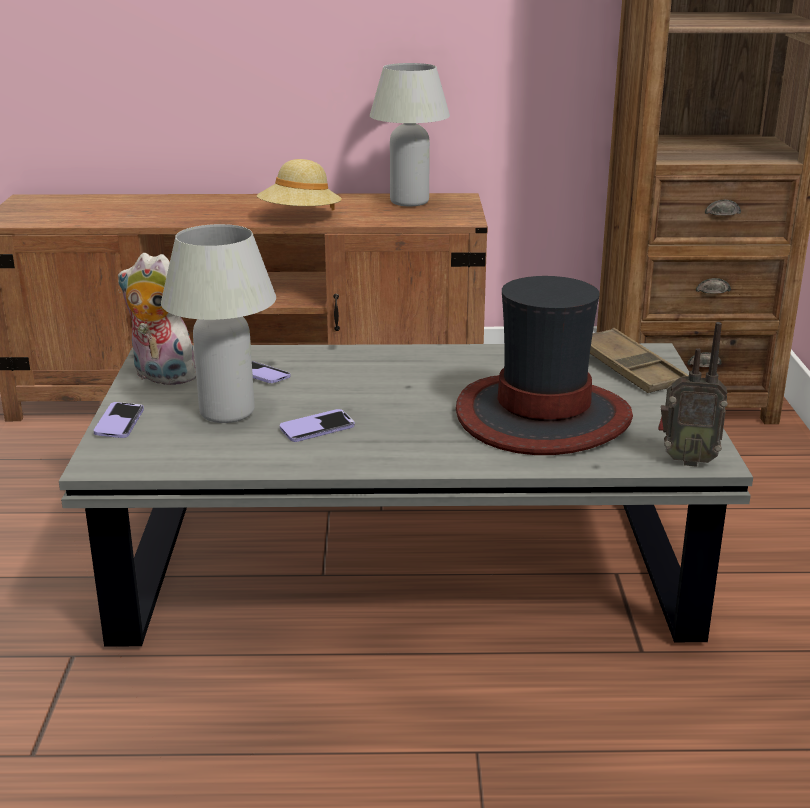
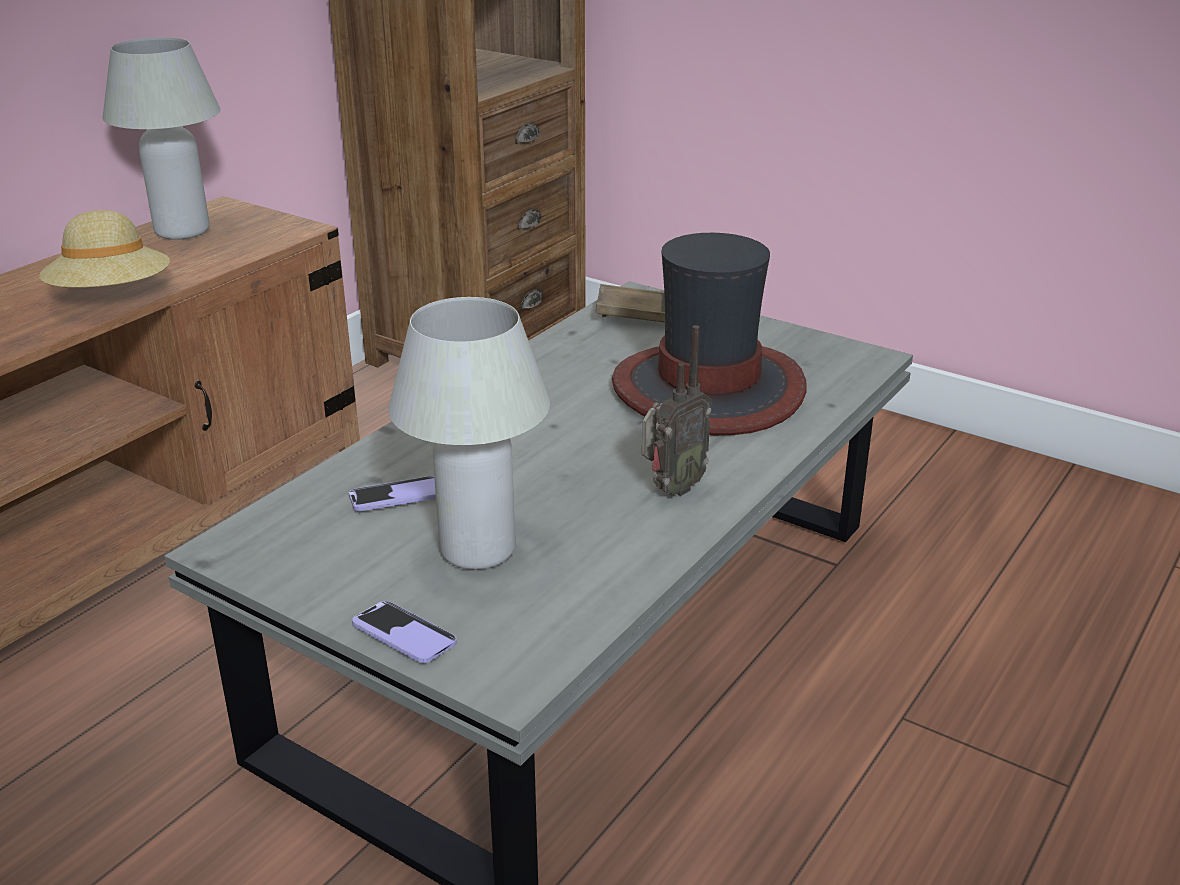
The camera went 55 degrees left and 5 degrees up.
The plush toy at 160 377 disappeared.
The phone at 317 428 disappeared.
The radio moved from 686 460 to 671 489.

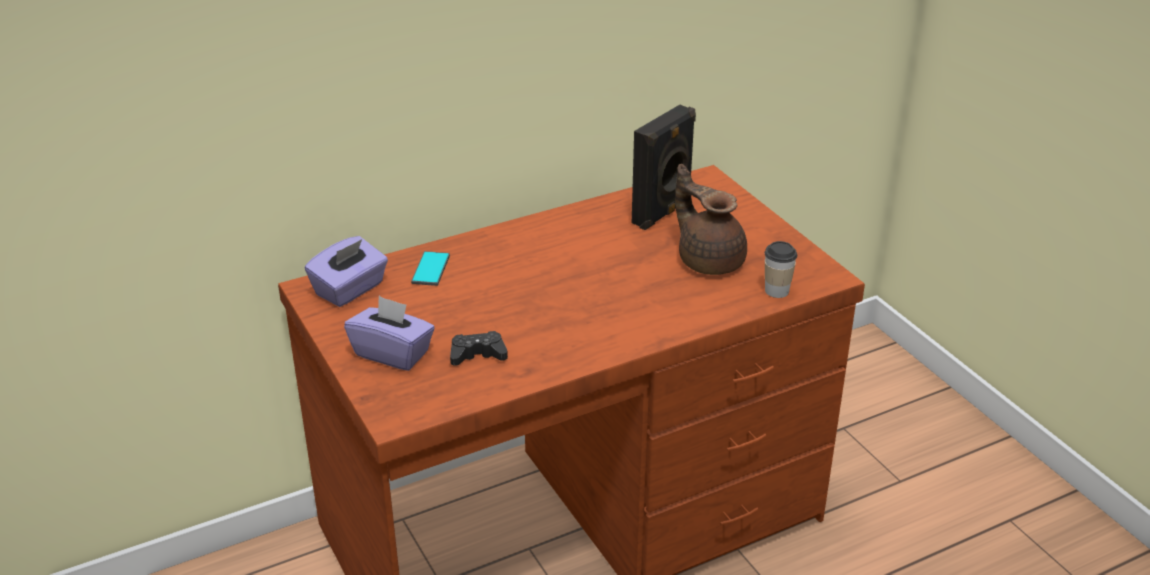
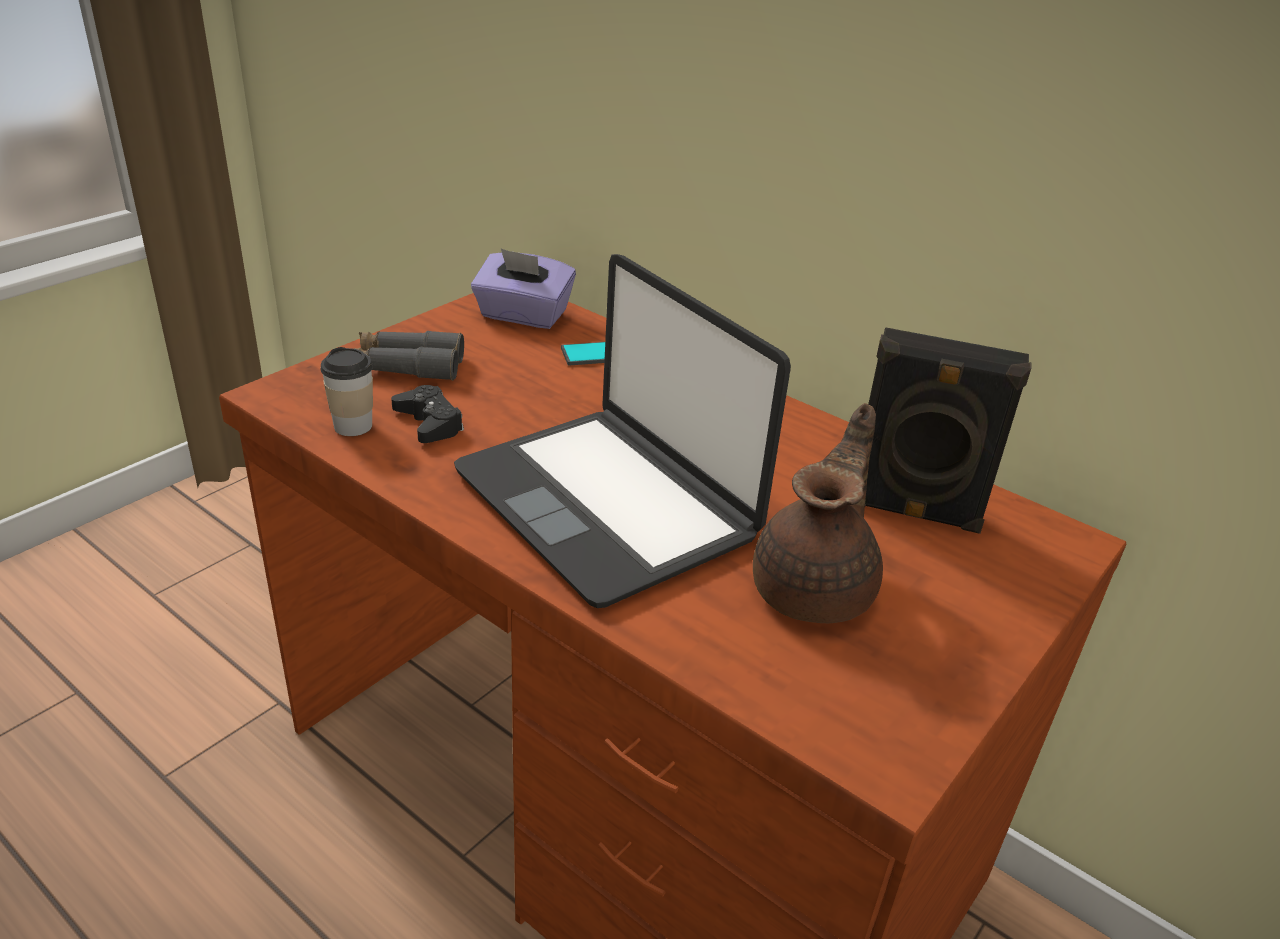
The camera went 65 degrees right and 0 degrees up.
The tissue box (purple) at 392 353 was replaced by the binoculars (grey) at 406 366.
The cup moved from 777 291 to 353 426.
The laptop at 608 503 appeared.

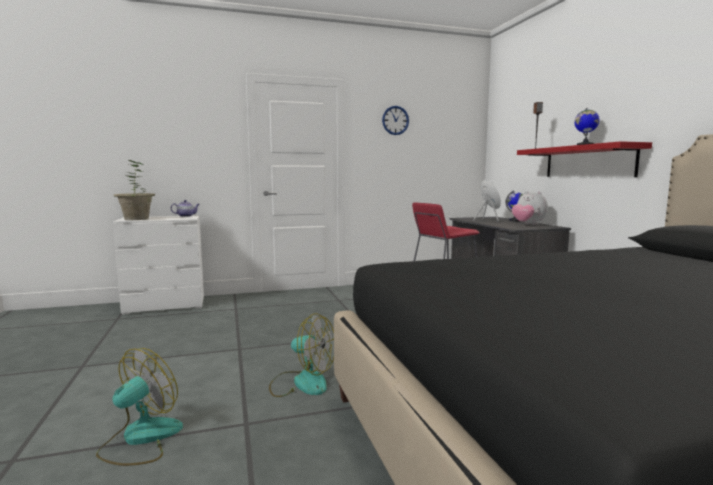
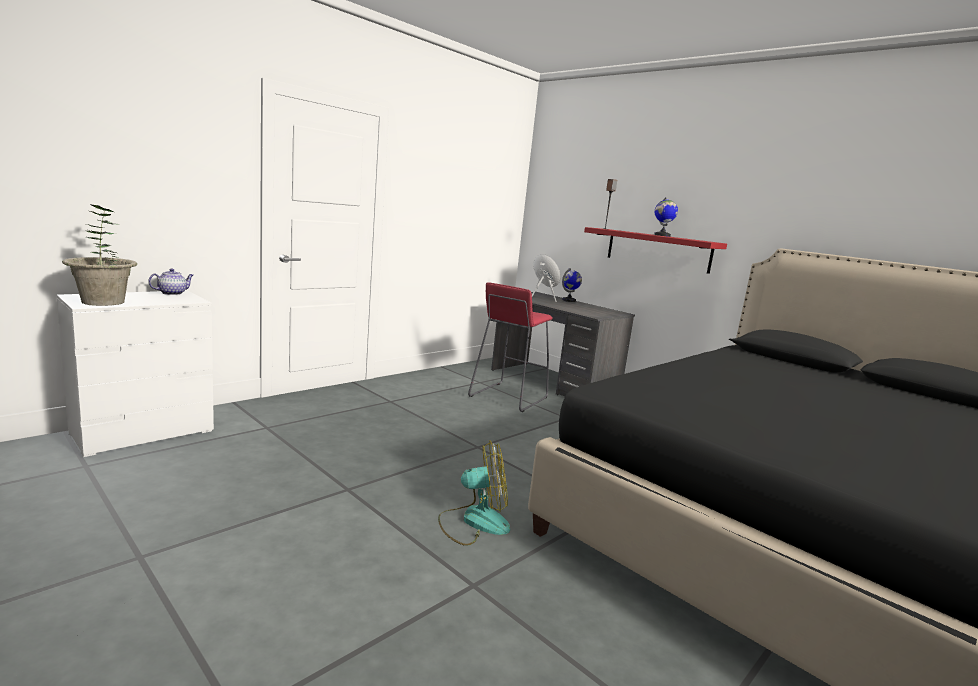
The camera went 30 degrees left and 5 degrees up.
The fan at 140 439 disappeared.
The wall clock at 395 120 disappeared.
The plush toy at 528 224 disappeared.

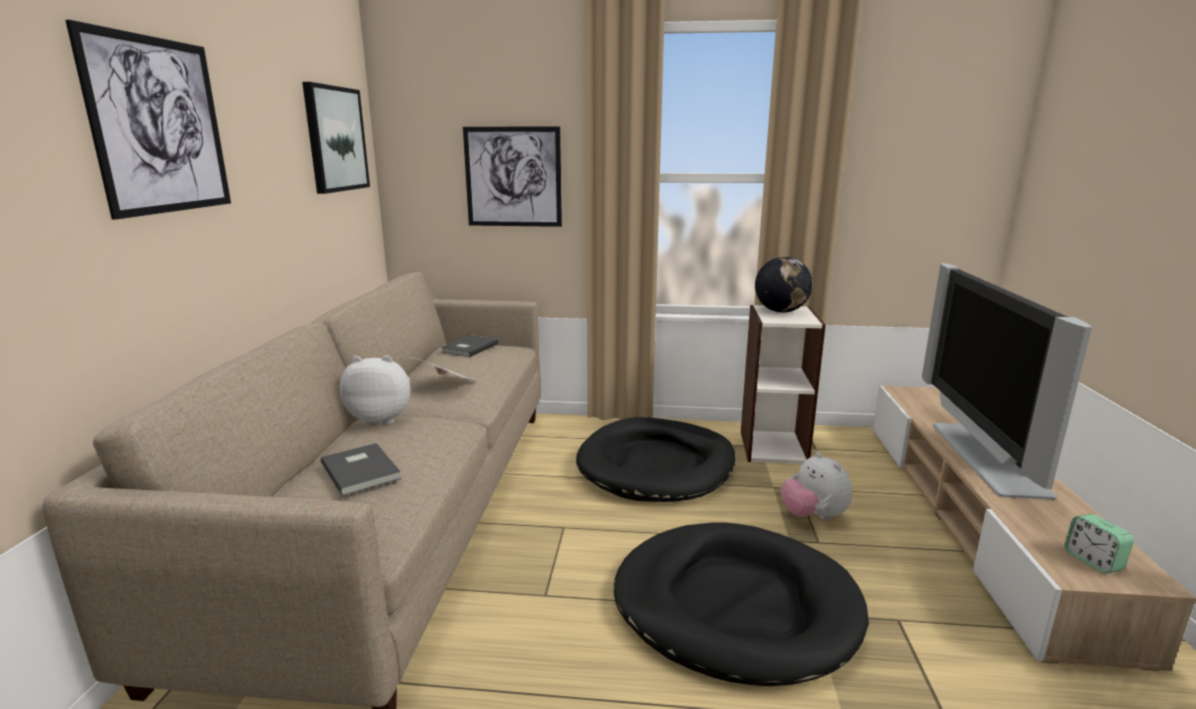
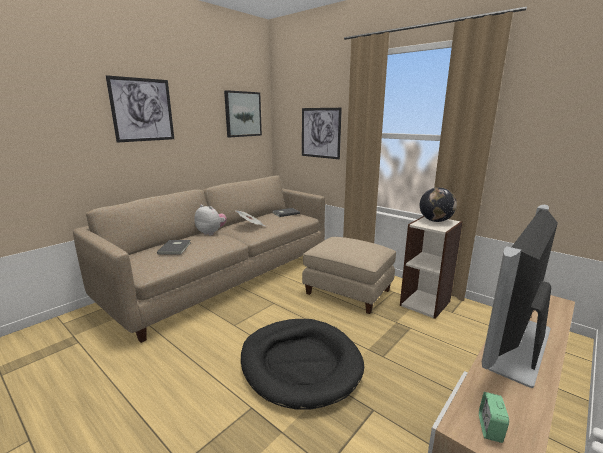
The camera went 35 degrees right and 0 degrees up.
The dog bed (black) at 656 465 was replaced by the ottoman (beige) at 348 292.
The plush toy at 813 516 disappeared.

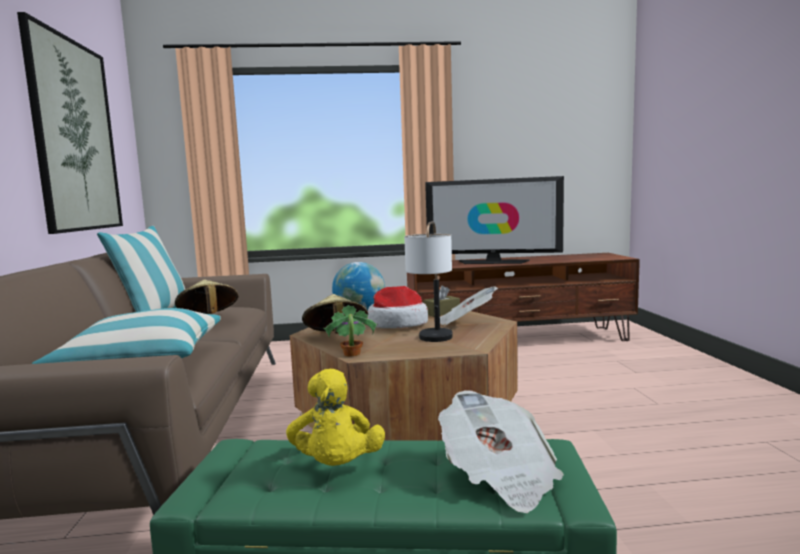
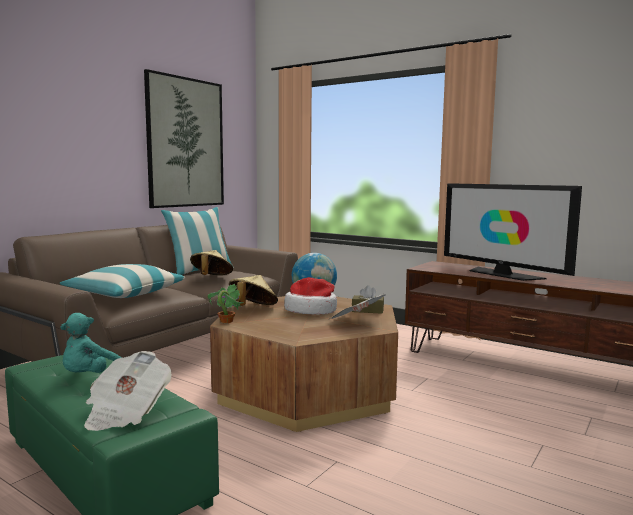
The camera went 40 degrees right and 0 degrees up.
The plush toy (yellow) at 336 466 became the plush toy (turquoise) at 91 376.
The table lamp at 433 342 disappeared.

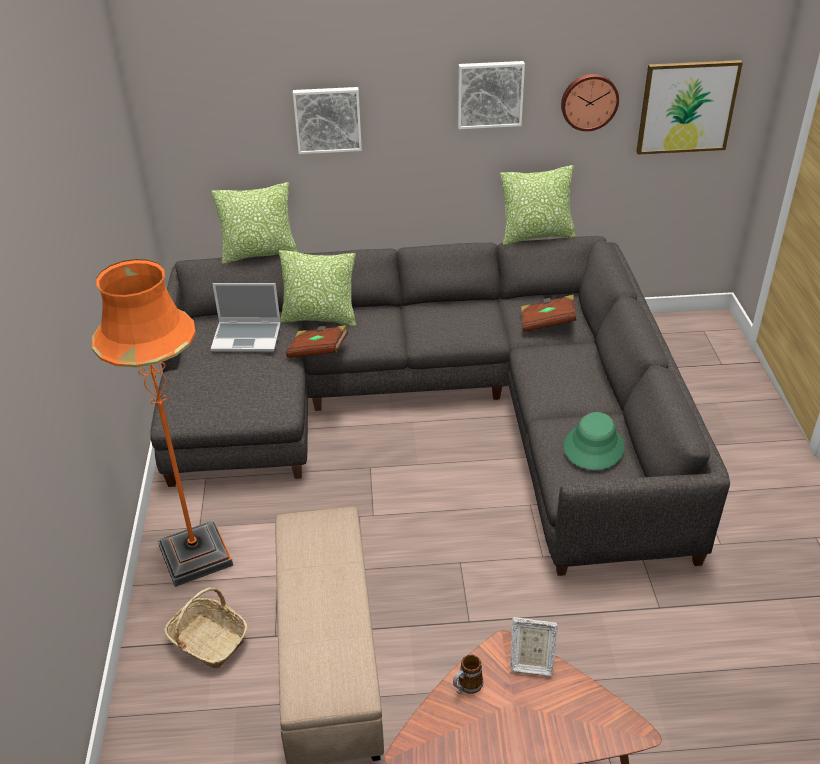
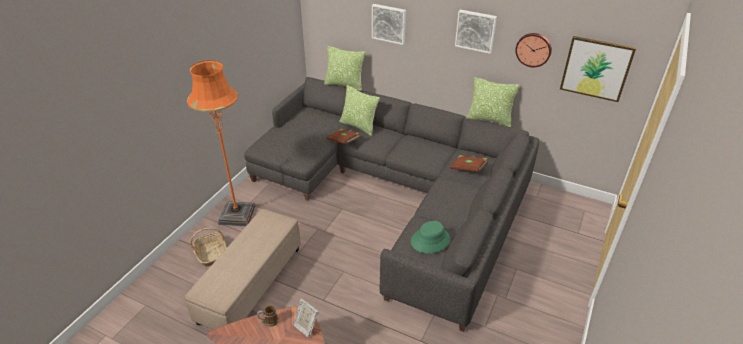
The camera went 30 degrees right and 0 degrees up.
The laptop at 248 337 disappeared.

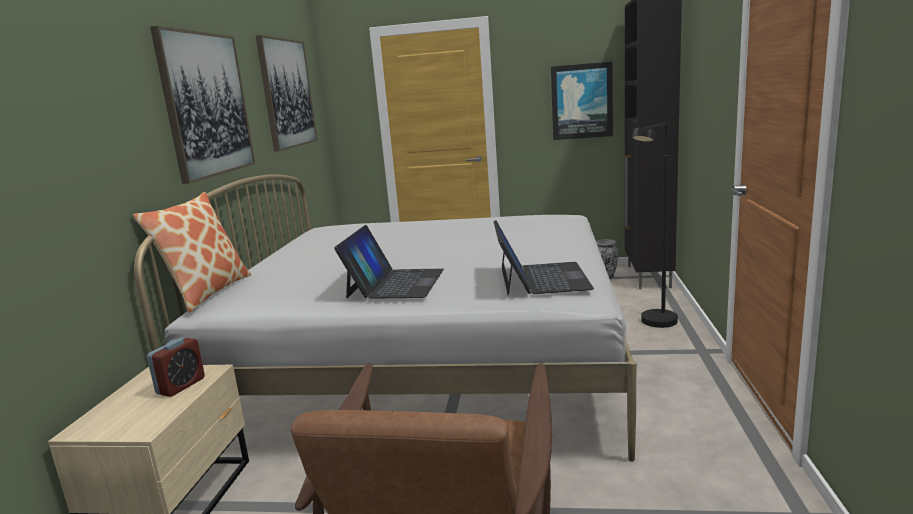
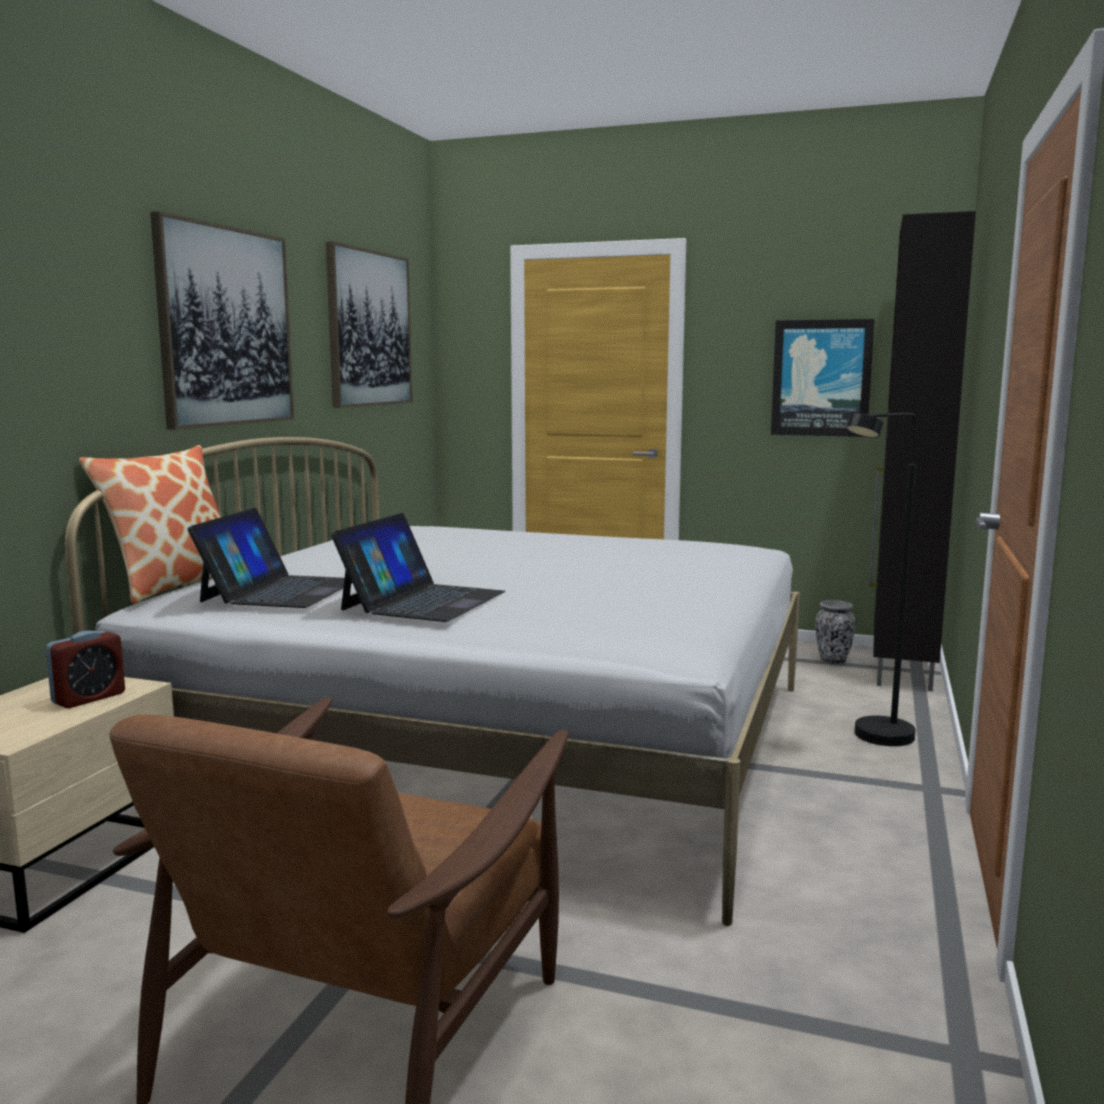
The camera went 10 degrees right and 5 degrees down.
The laptop moved from 541 278 to 280 590.

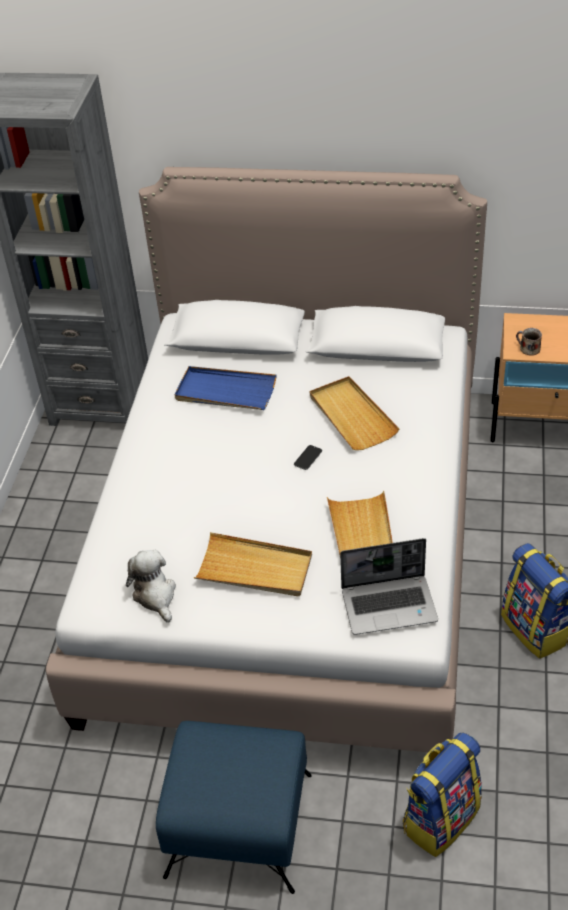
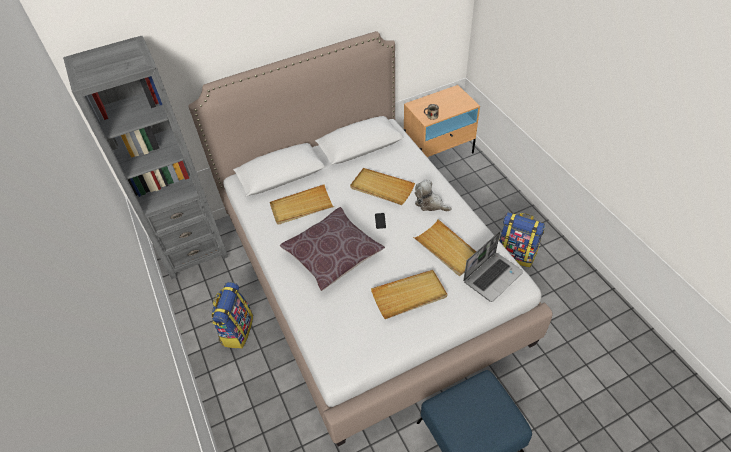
The camera went 35 degrees left and 5 degrees up.
The plush toy moved from 155 595 to 430 204.
The tray (blue) at 225 392 became the tray (beige) at 301 207.
The backpack moved from 440 818 to 237 330.
The pillow (brown) at 332 255 appeared.

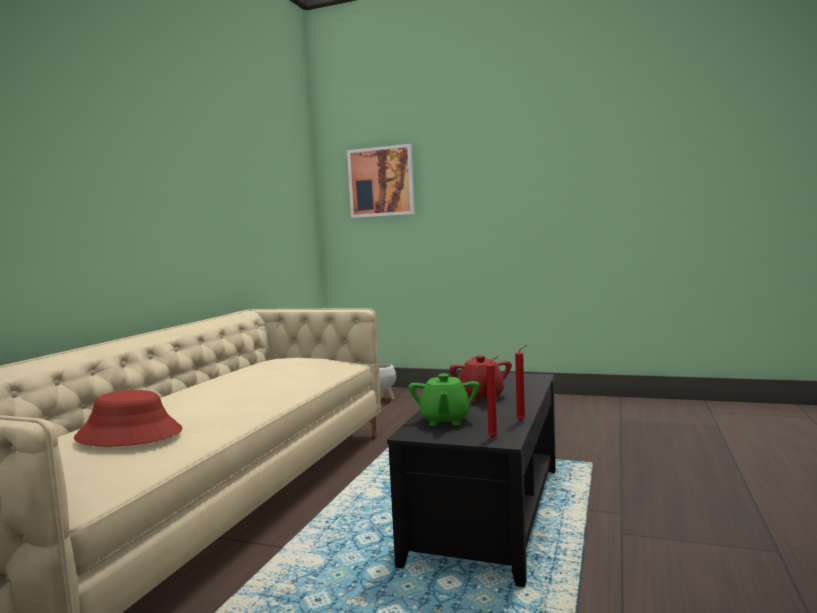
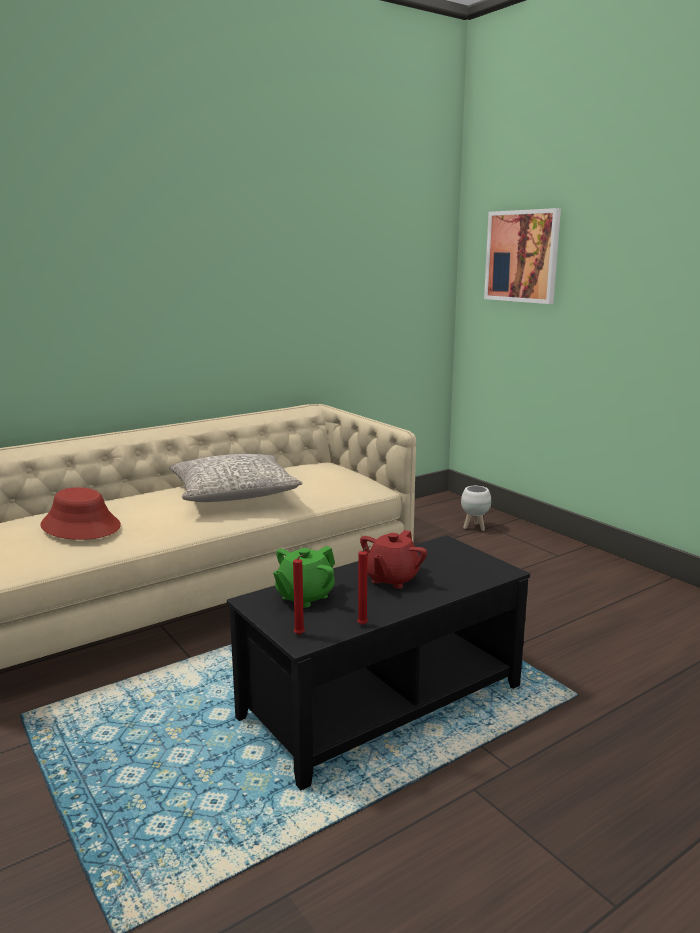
The camera went 35 degrees right and 10 degrees up.
The pillow (grey) at 234 493 appeared.

